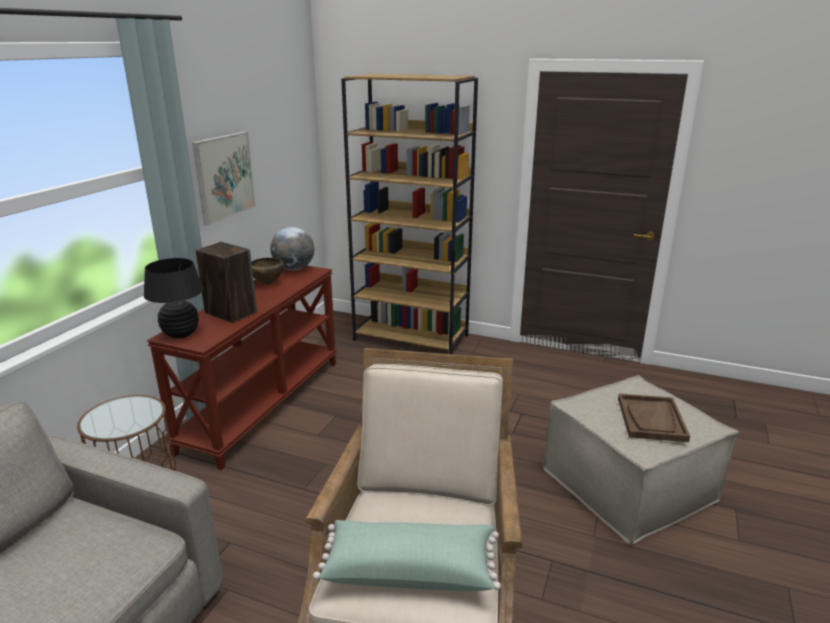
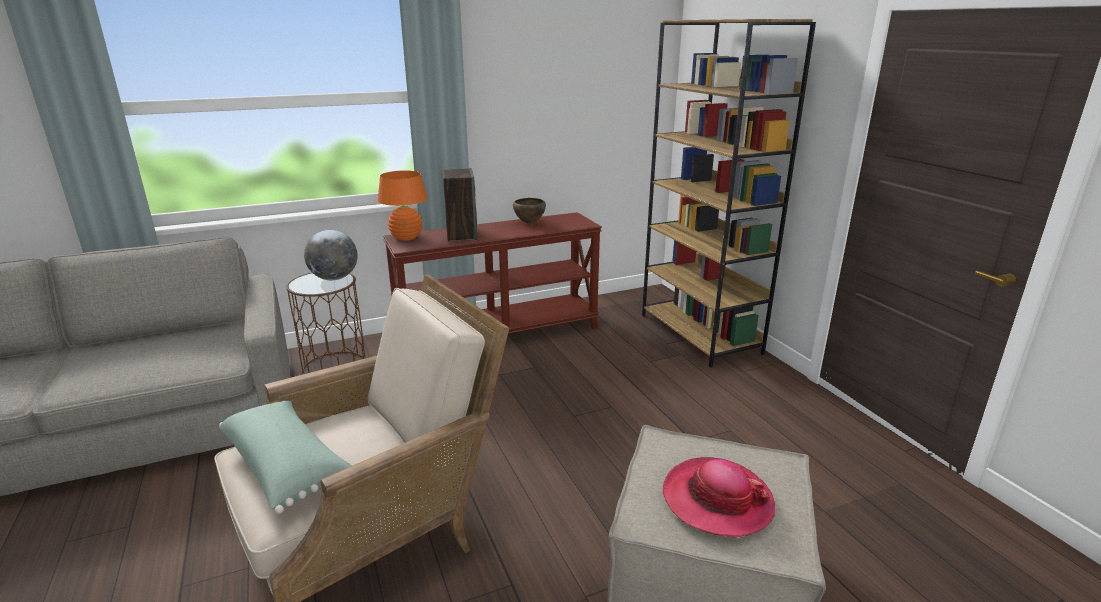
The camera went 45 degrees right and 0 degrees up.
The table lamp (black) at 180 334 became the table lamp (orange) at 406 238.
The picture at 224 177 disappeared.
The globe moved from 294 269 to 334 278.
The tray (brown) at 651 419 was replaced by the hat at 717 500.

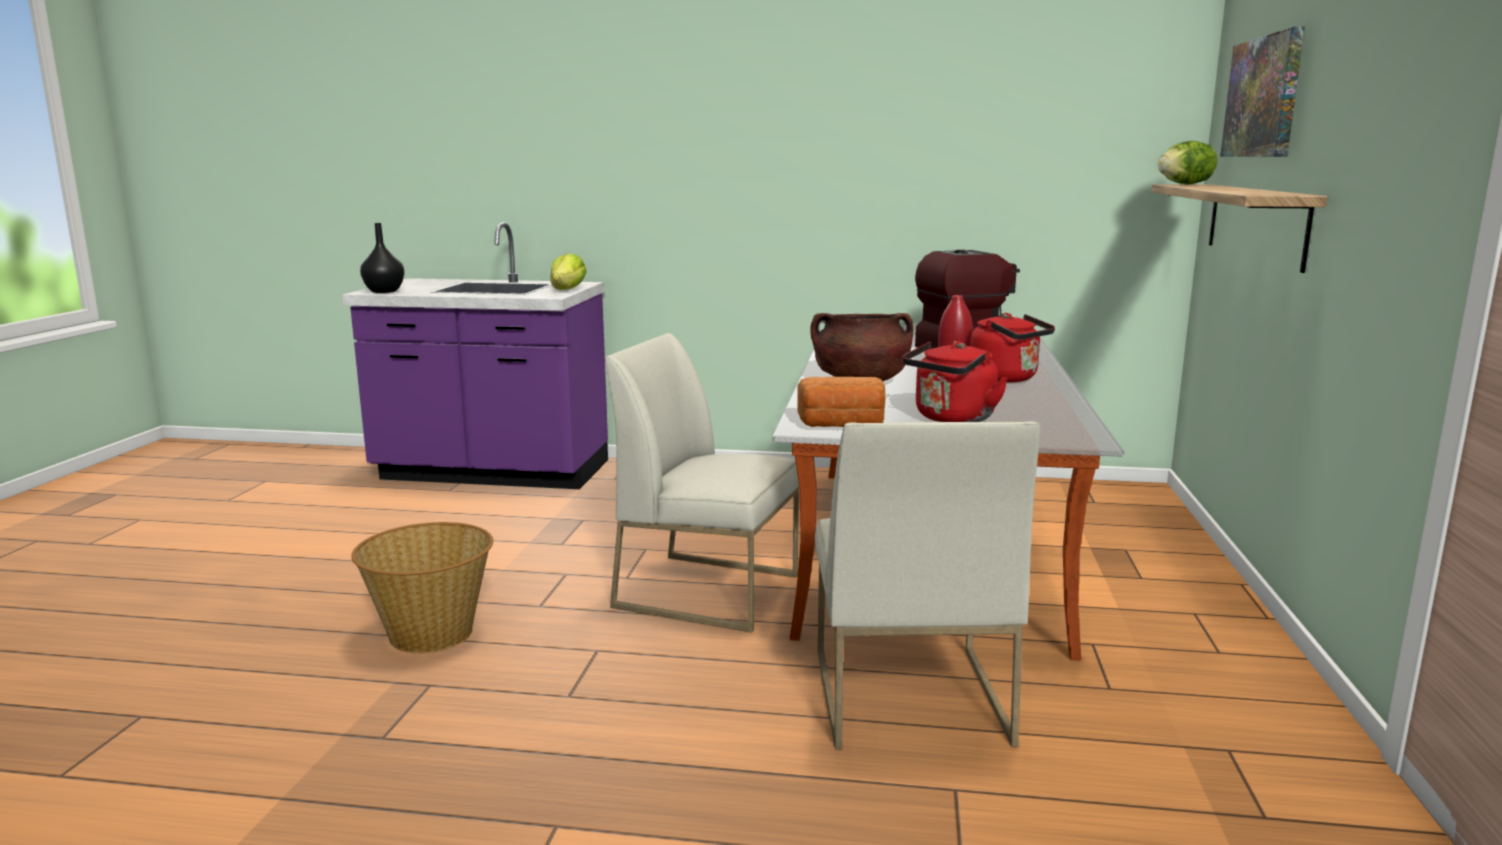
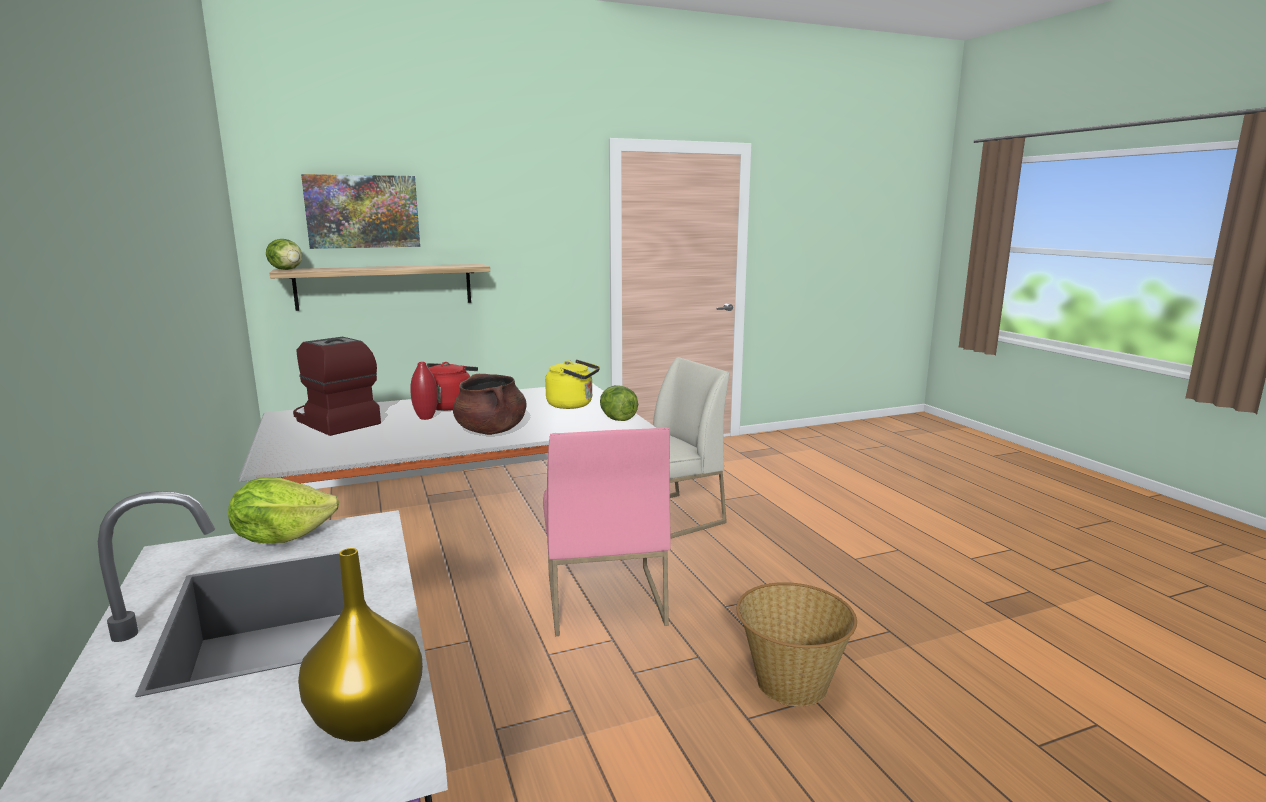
The camera went 120 degrees left and 0 degrees up.
The vase (black) at 383 291 became the vase (yellow) at 369 721.
The chair (white) at 709 591 became the chair (pink) at 603 598.
The bread at 842 425 was replaced by the lettuce at 617 419.
The kettle (red) at 952 419 became the kettle (yellow) at 573 405.

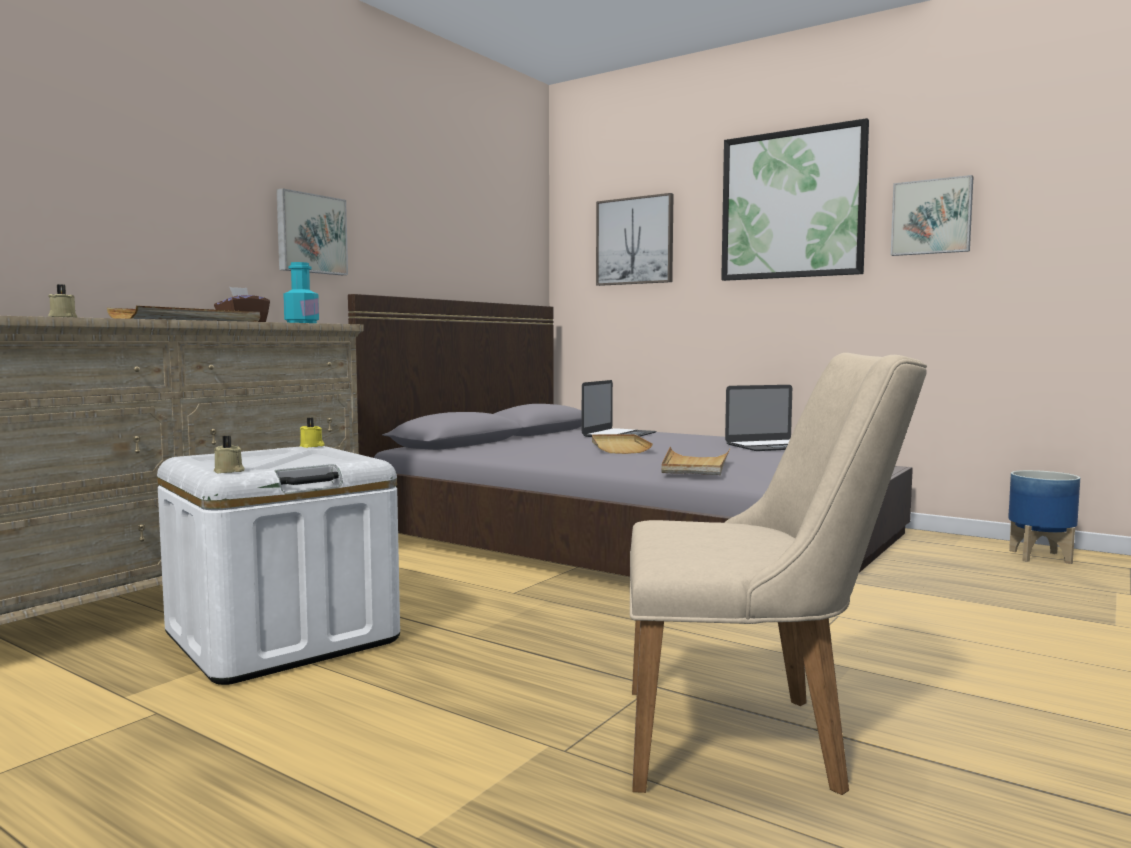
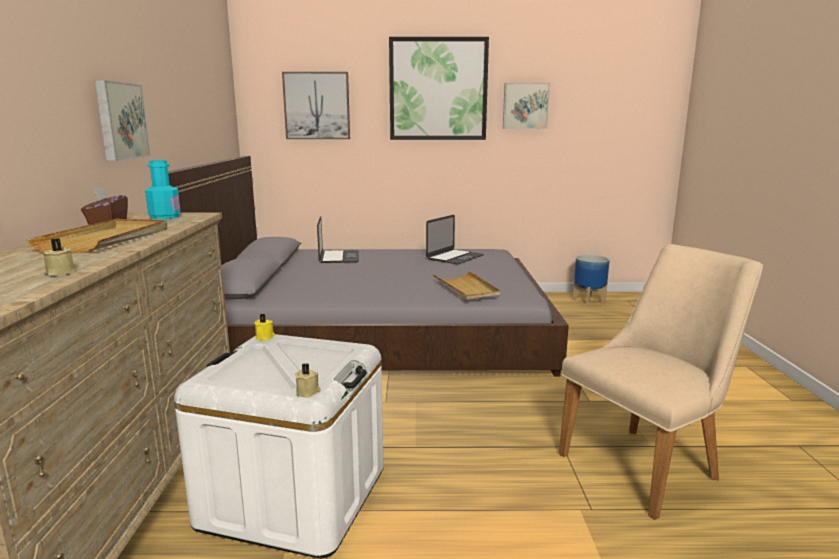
The camera went 35 degrees left and 10 degrees up.
The tray (beige) at 618 447 disappeared.

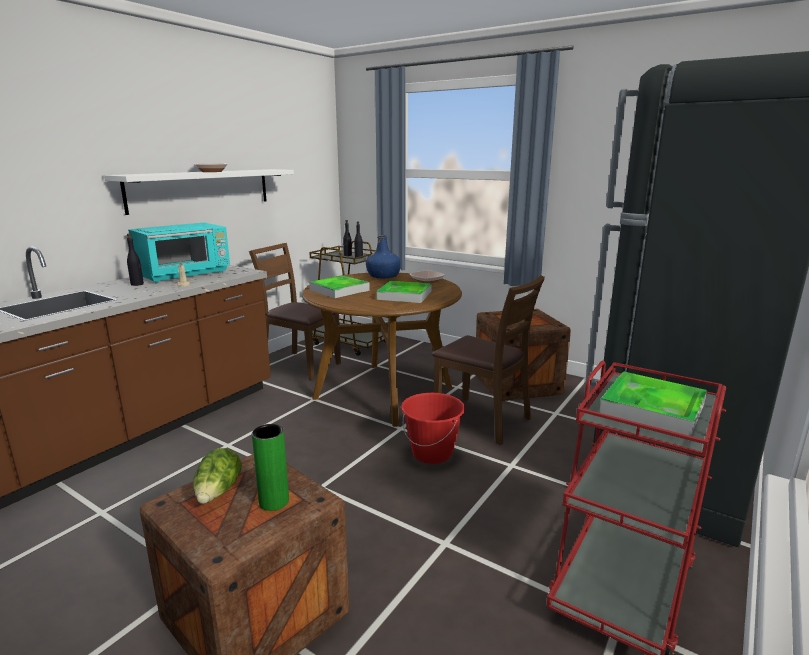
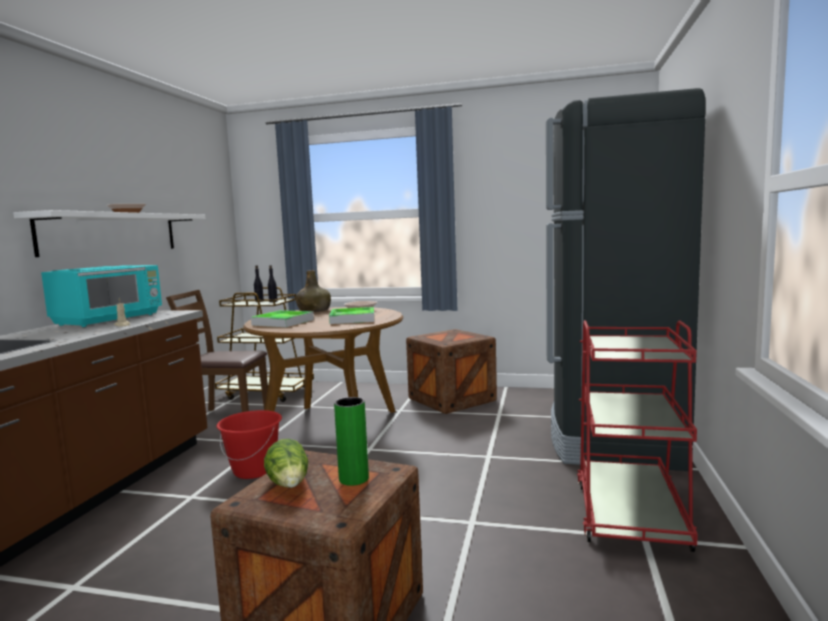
The camera went 20 degrees left and 10 degrees down.
The bottle (black) at 137 284 disappeared.
The bottle (blue) at 383 276 became the bottle (green) at 314 311.
The bucket (red) moved from 432 453 to 254 470.
The chair (brown) at 483 420 disappeared.
The tray at 652 408 disappeared.

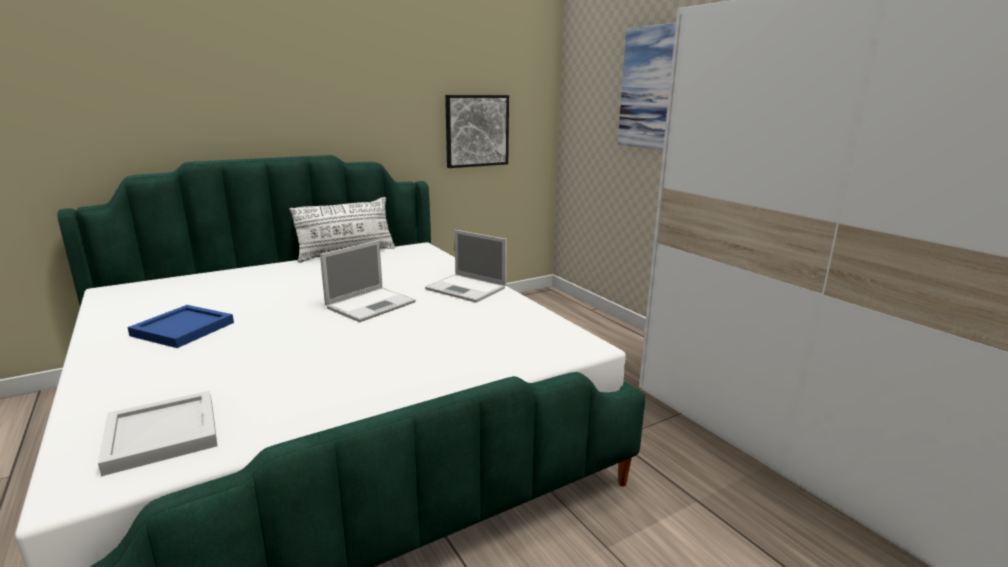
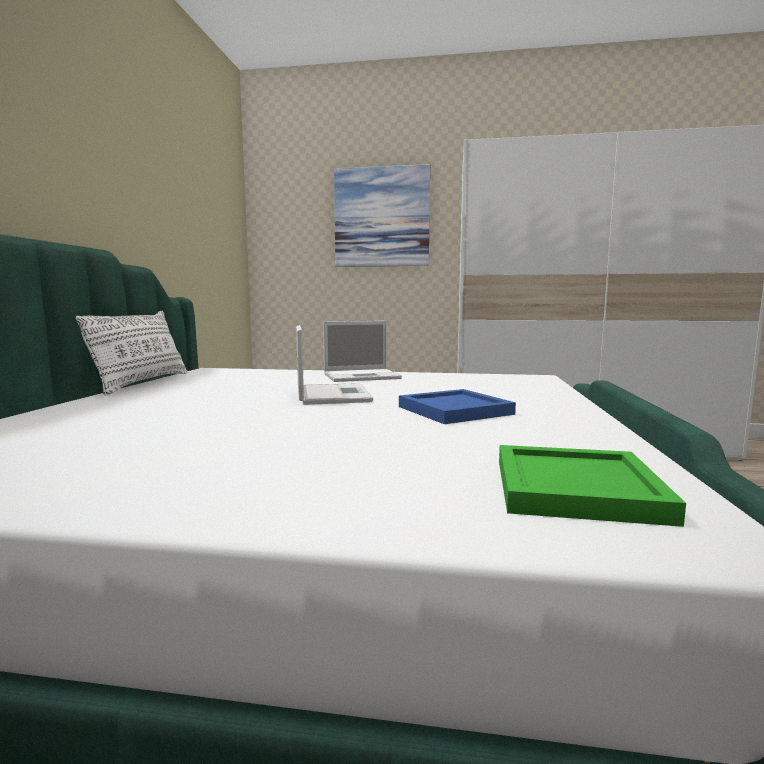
The camera went 50 degrees left and 10 degrees down.
The tray (white) at 160 434 became the tray (green) at 573 489.
The tray (blue) moved from 181 329 to 454 411.
The picture at 477 131 disappeared.

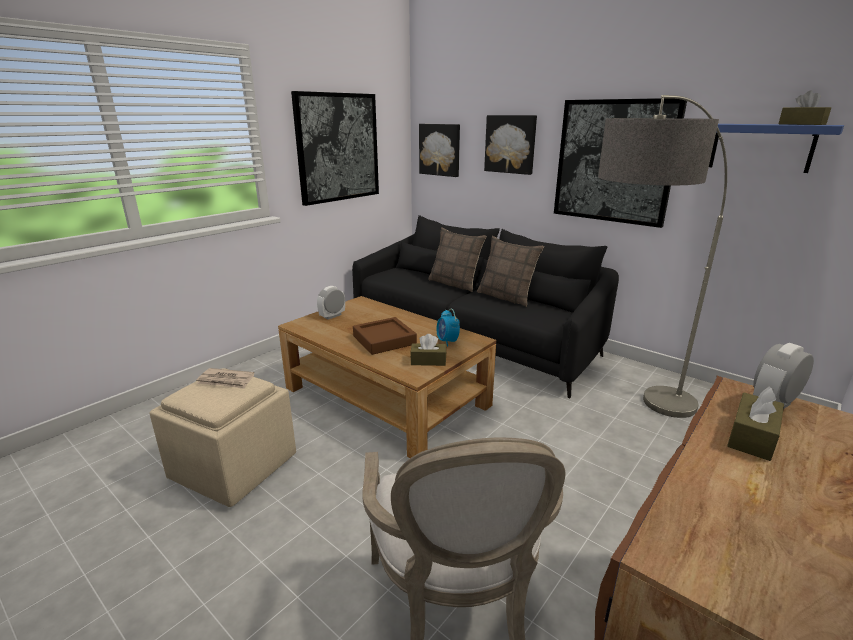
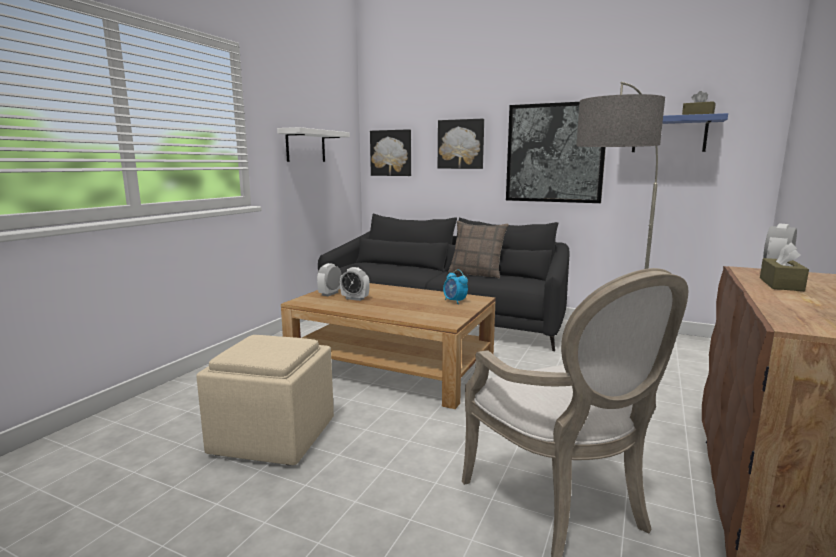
The camera went 15 degrees left and 10 degrees down.
The newspaper at 226 380 disappeared.
The picture at 338 148 was replaced by the shelf (white) at 305 146.
The tray (brown) at 384 340 disappeared.
The tissue box (brown) at 428 361 disappeared.
The pillow at 455 284 disappeared.
The alarm clock at 355 298 appeared.

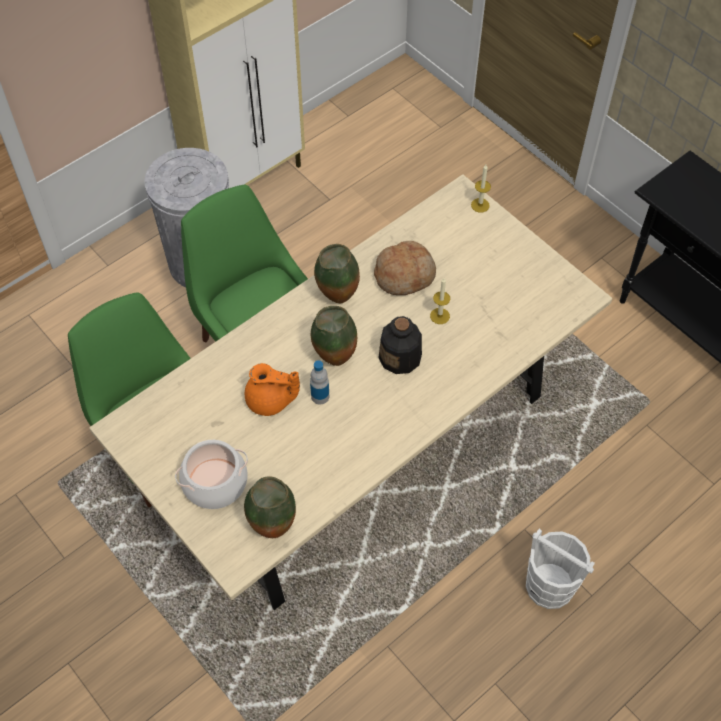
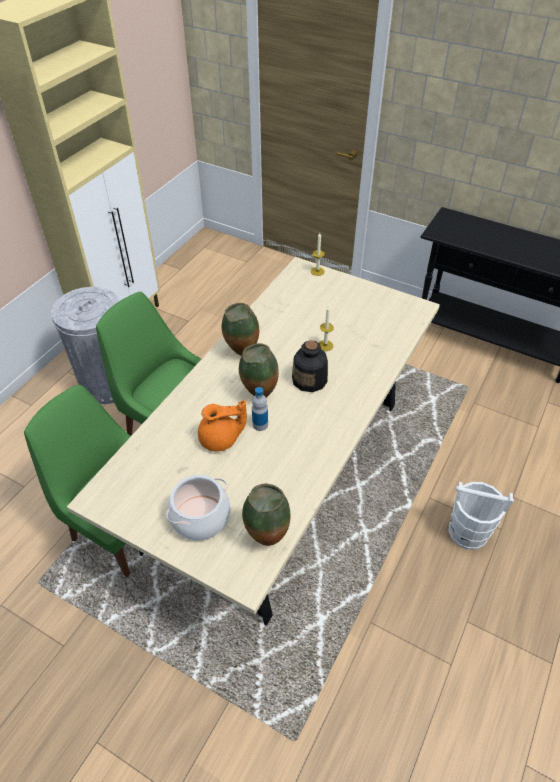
The camera went 20 degrees left and 10 degrees down.
The bread at 404 274 disappeared.

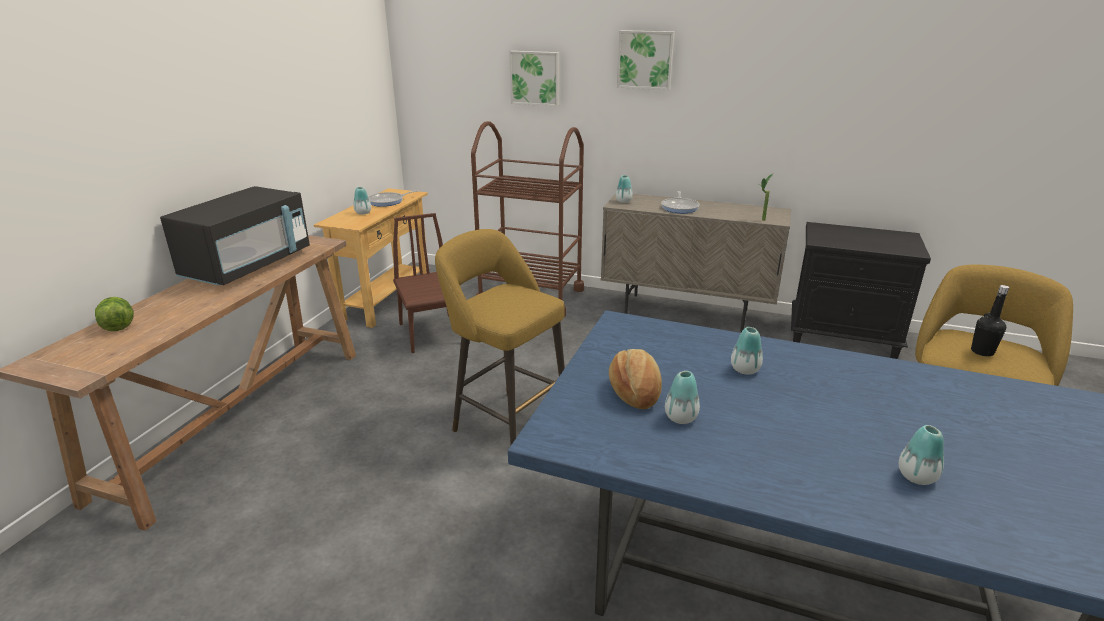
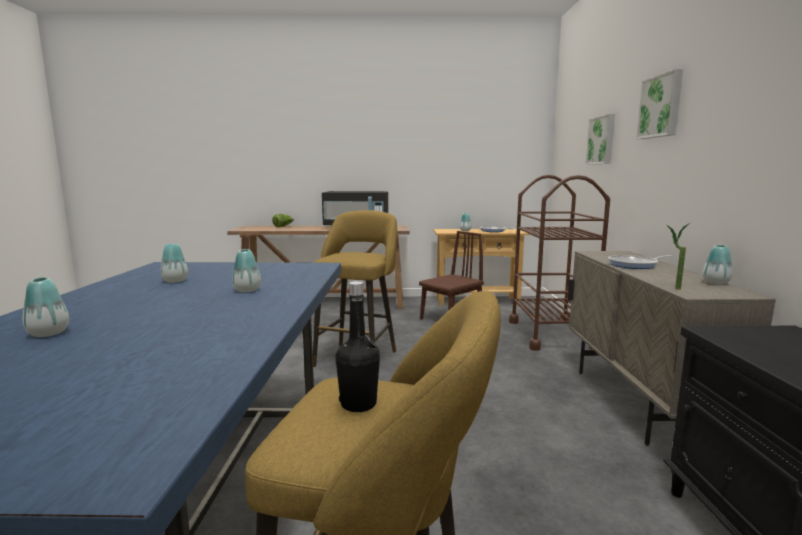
The camera went 70 degrees right and 15 degrees down.
The bread at 635 391 disappeared.
The vase moved from 623 201 to 715 283.

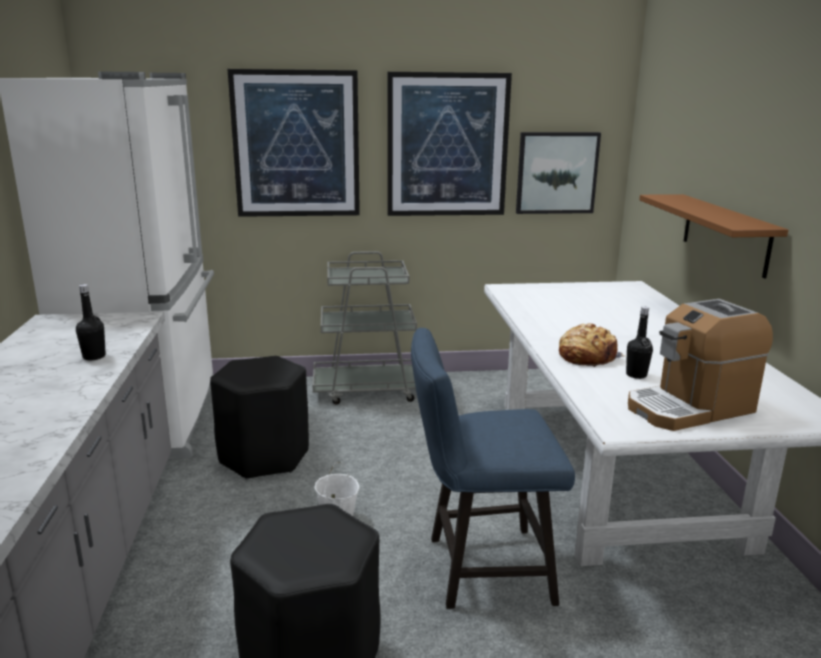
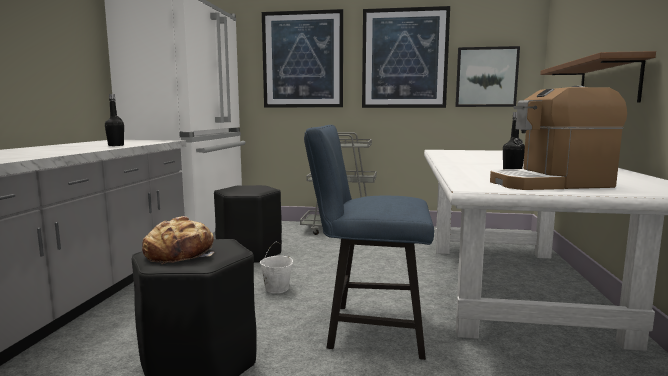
The camera went 15 degrees right and 10 degrees down.
The bread moved from 587 356 to 180 254.

